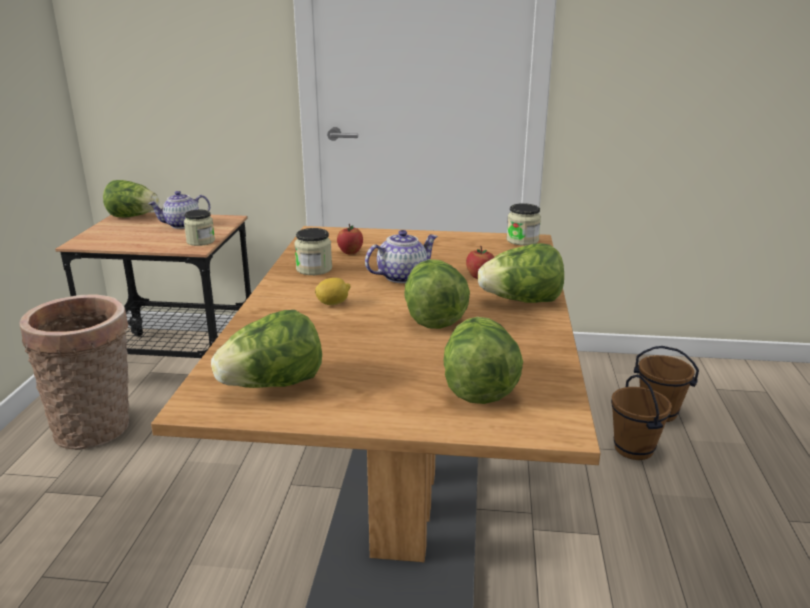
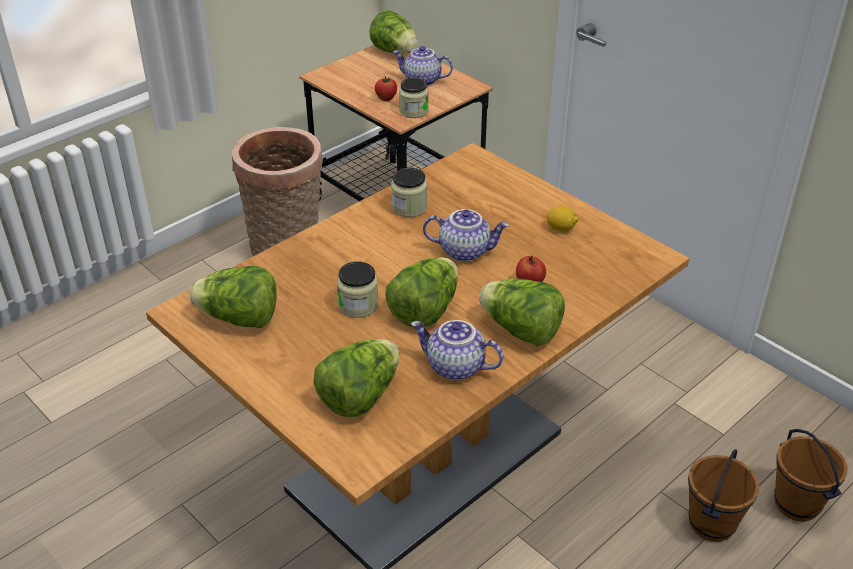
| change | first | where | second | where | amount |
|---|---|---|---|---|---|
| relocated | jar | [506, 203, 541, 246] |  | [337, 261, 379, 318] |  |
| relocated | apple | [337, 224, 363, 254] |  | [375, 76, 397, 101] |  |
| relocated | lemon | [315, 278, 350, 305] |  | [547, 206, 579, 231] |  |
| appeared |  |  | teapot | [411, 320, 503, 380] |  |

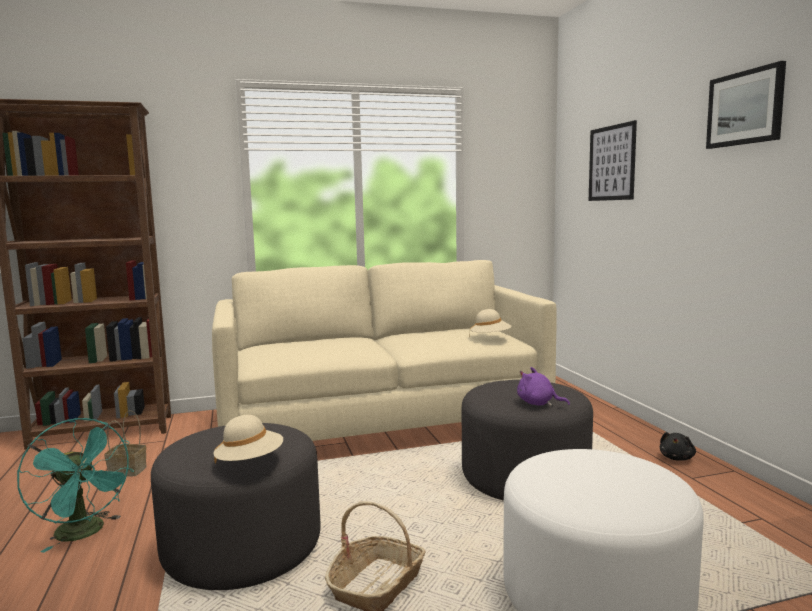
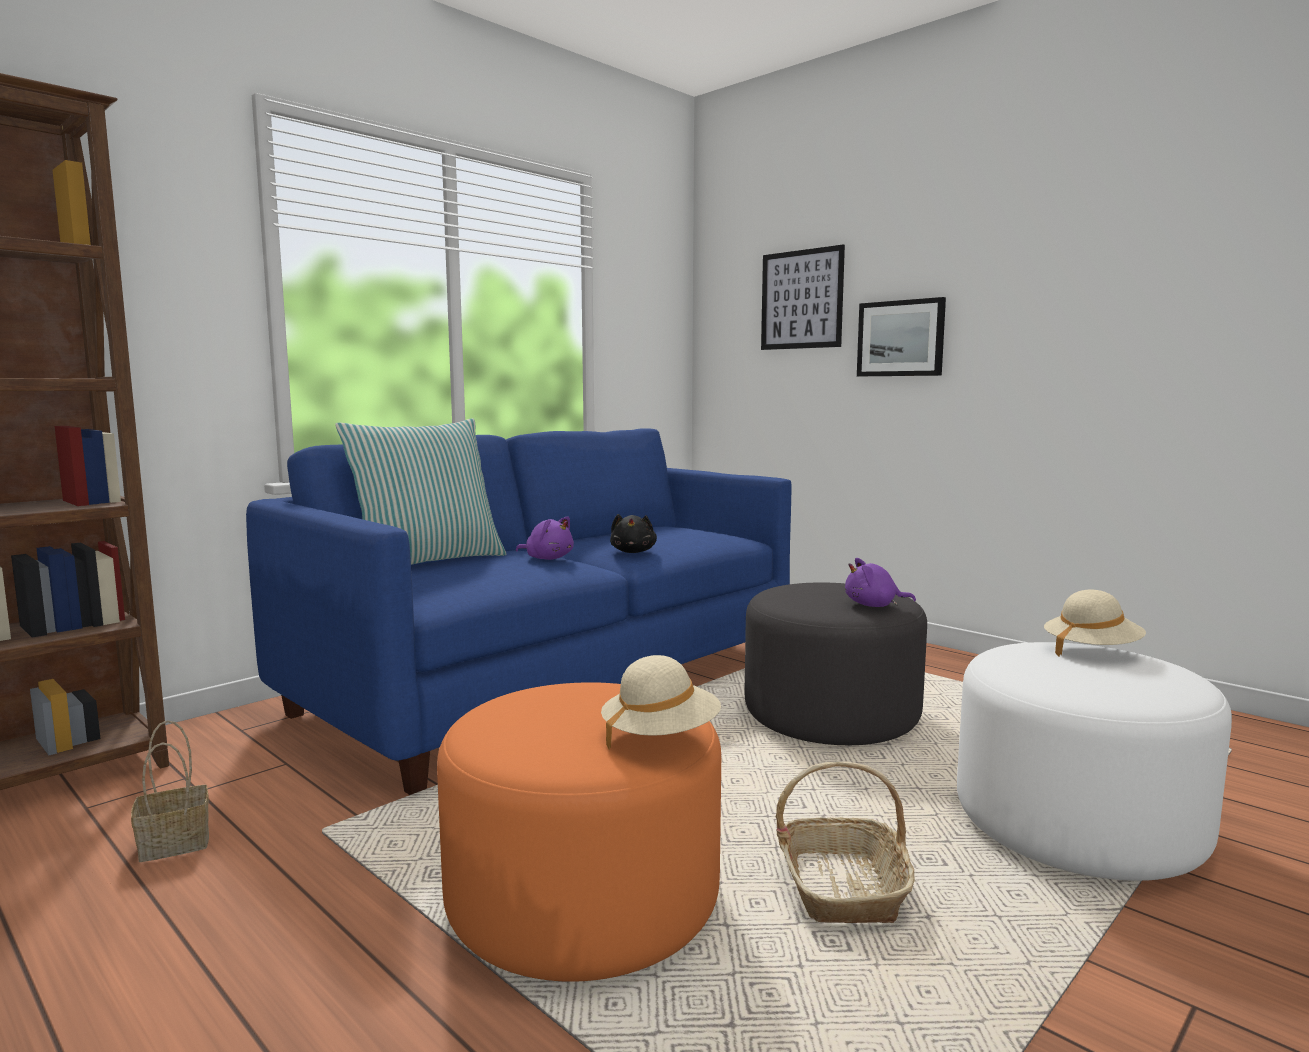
| change | first | where | second | where | amount |
|---|---|---|---|---|---|
| relocated | picture | [706, 61, 786, 149] |  | [857, 297, 946, 376] |  |
| colour | beige sofa | [212, 260, 557, 441] | blue sofa | [246, 428, 791, 795] |  |
| relocated | beige hat | [470, 309, 511, 332] |  | [1044, 590, 1146, 657] |  |
| missing | turquoise fan | [17, 418, 134, 553] |  |  |  |
| colour | grey ottoman | [151, 423, 320, 590] | orange ottoman | [437, 682, 721, 982] |  |
| relocated | black plush toy | [660, 432, 696, 461] |  | [610, 514, 657, 553] |  |
| appeared |  |  | pillow | [335, 418, 506, 565] |  |
| appeared |  |  | purple plush toy | [516, 516, 574, 560] |  |

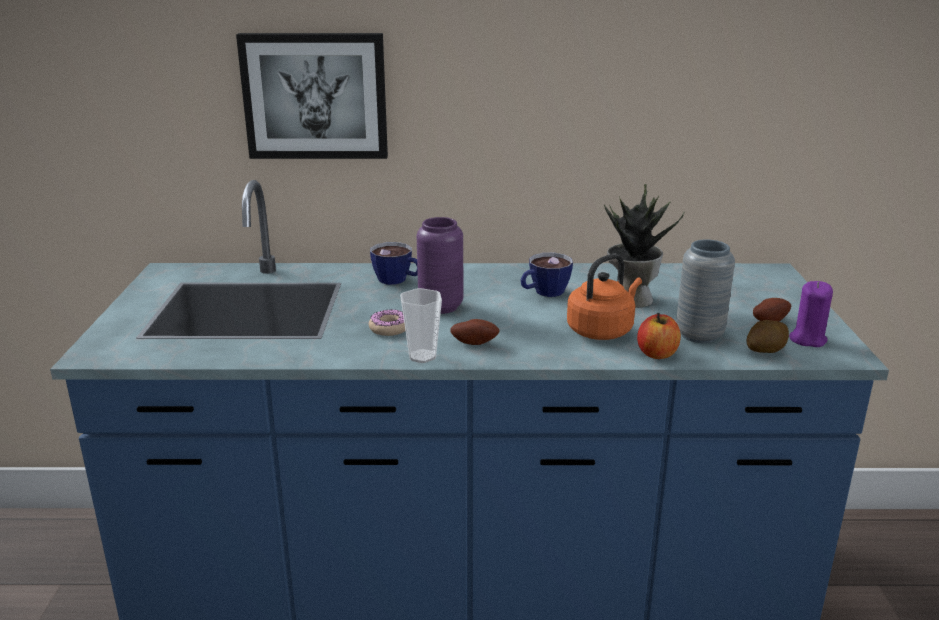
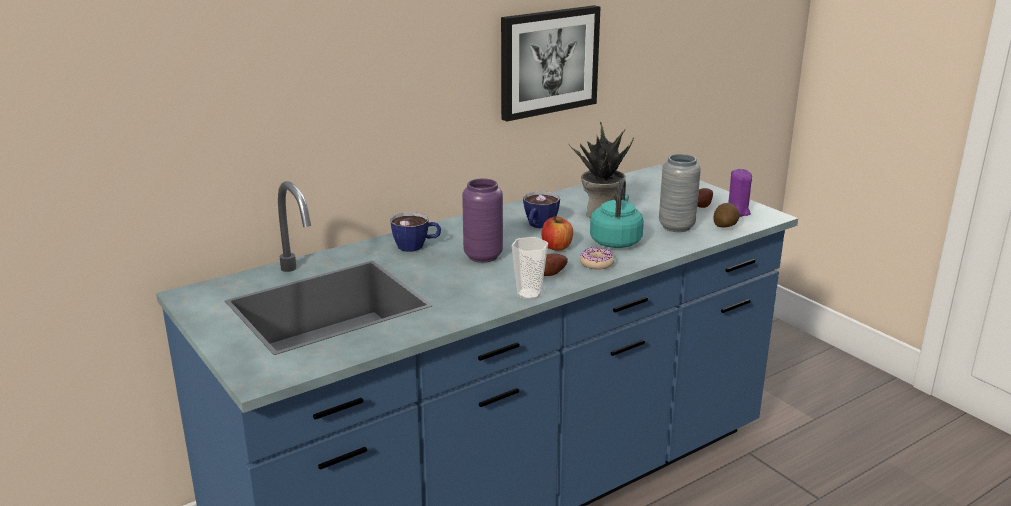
| change | first | where | second | where | amount |
|---|---|---|---|---|---|
| relocated | picture | [236, 33, 388, 159] |  | [501, 5, 601, 122] |  |
| colour | orange kettle | [567, 253, 642, 340] | turquoise kettle | [590, 178, 644, 248] |  |
| relocated | donut | [369, 309, 405, 336] |  | [580, 247, 615, 270] |  |
| relocated | apple | [637, 313, 681, 359] |  | [542, 216, 573, 251] |  |

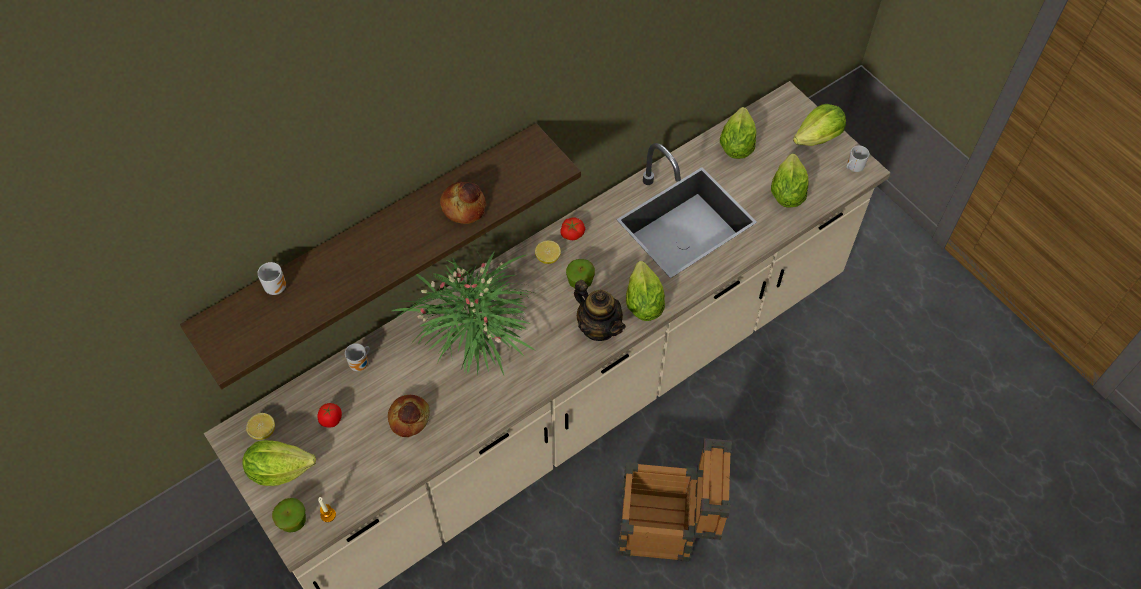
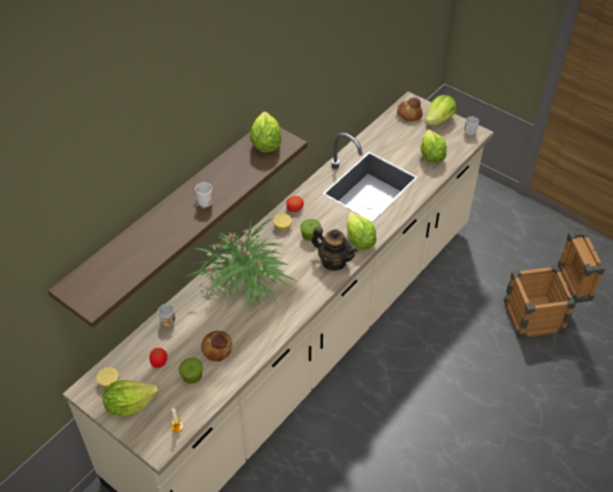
| change | first | where | second | where | amount |
|---|---|---|---|---|---|
| relocated | lettuce | [720, 107, 756, 159] |  | [250, 112, 282, 153] |  |
| relocated | bread | [440, 182, 486, 224] |  | [397, 98, 423, 121] |  |
| relocated | mug | [257, 262, 286, 295] |  | [195, 182, 213, 207] |  |
| relocated | crate | [618, 438, 732, 562] |  | [504, 230, 605, 339] |  |
| relocated | apple | [272, 498, 306, 532] |  | [179, 358, 203, 384] |  |

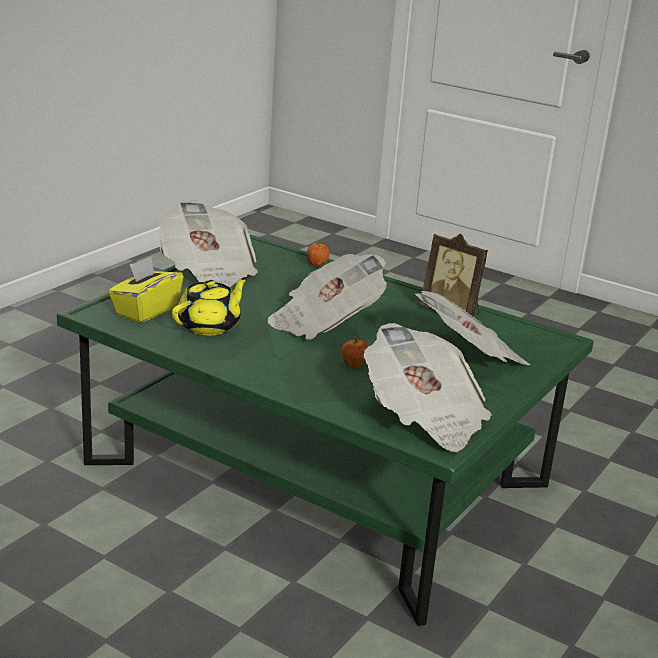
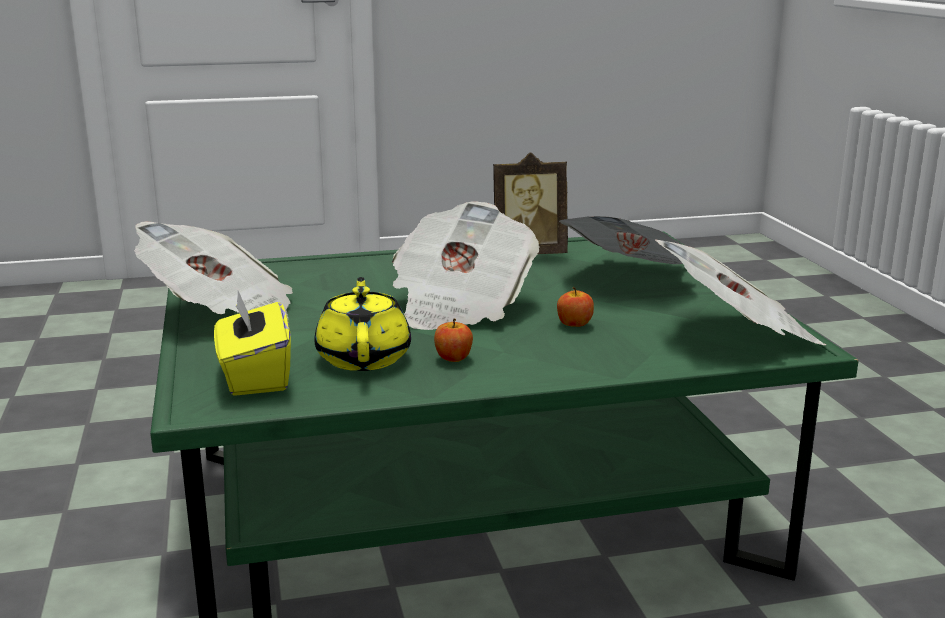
| change | first | where | second | where | amount |
|---|---|---|---|---|---|
| relocated | apple | [307, 241, 329, 266] |  | [434, 318, 473, 362] |  |

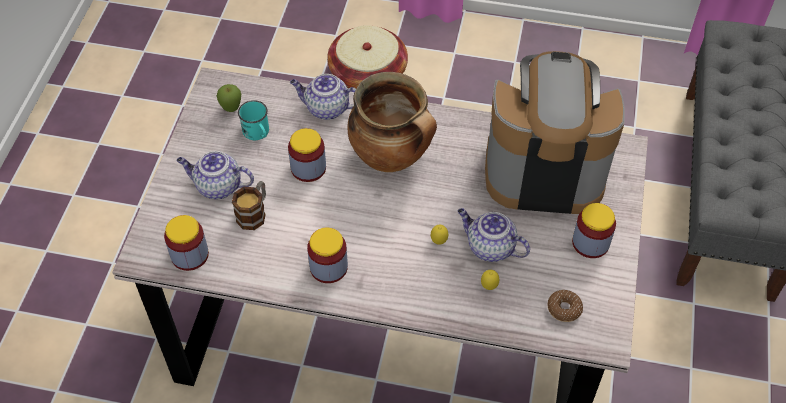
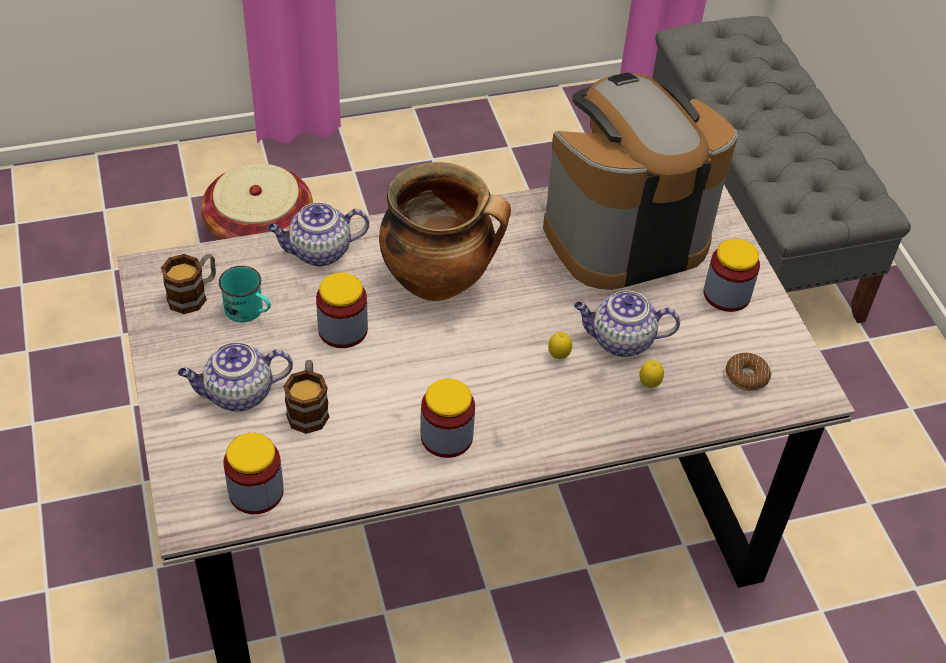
| change | first | where | second | where | amount |
|---|---|---|---|---|---|
| exchanged | apple | [217, 84, 241, 112] | mug | [161, 254, 216, 314] |  |

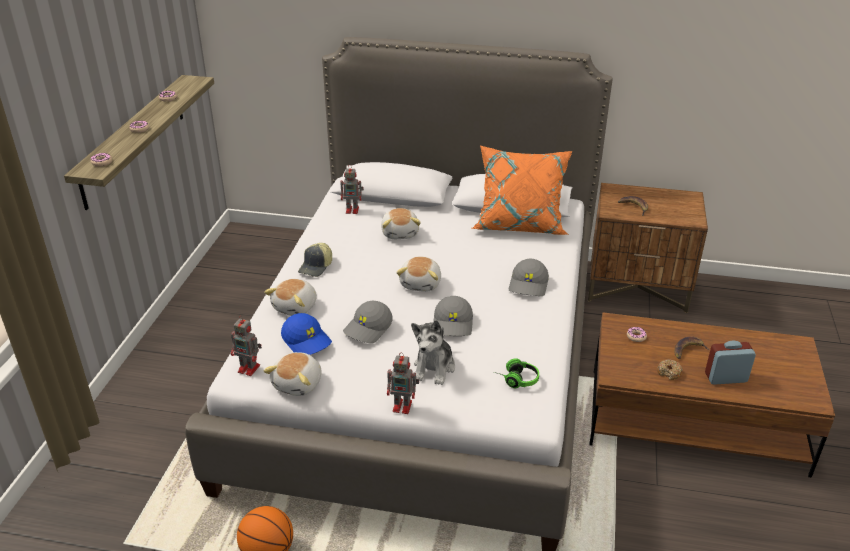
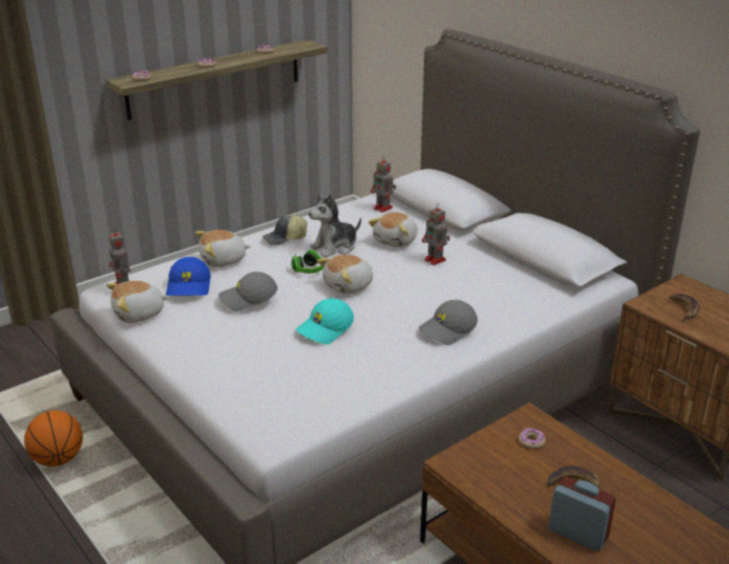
| change | first | where | second | where | amount |
|---|---|---|---|---|---|
| missing | orange pillow | [471, 145, 572, 235] |  |  |  |
| colour | grey cap | [433, 296, 473, 336] | turquoise cap | [296, 298, 354, 344] |  |
| relocated | plush toy | [411, 320, 455, 385] |  | [309, 194, 361, 258] |  |
| relocated | toy robot | [387, 352, 419, 414] |  | [422, 203, 450, 265] |  |
| relocated | headphones | [494, 358, 539, 388] |  | [289, 250, 323, 273] |  |
| missing | donut | [657, 359, 683, 380] |  |  |  |

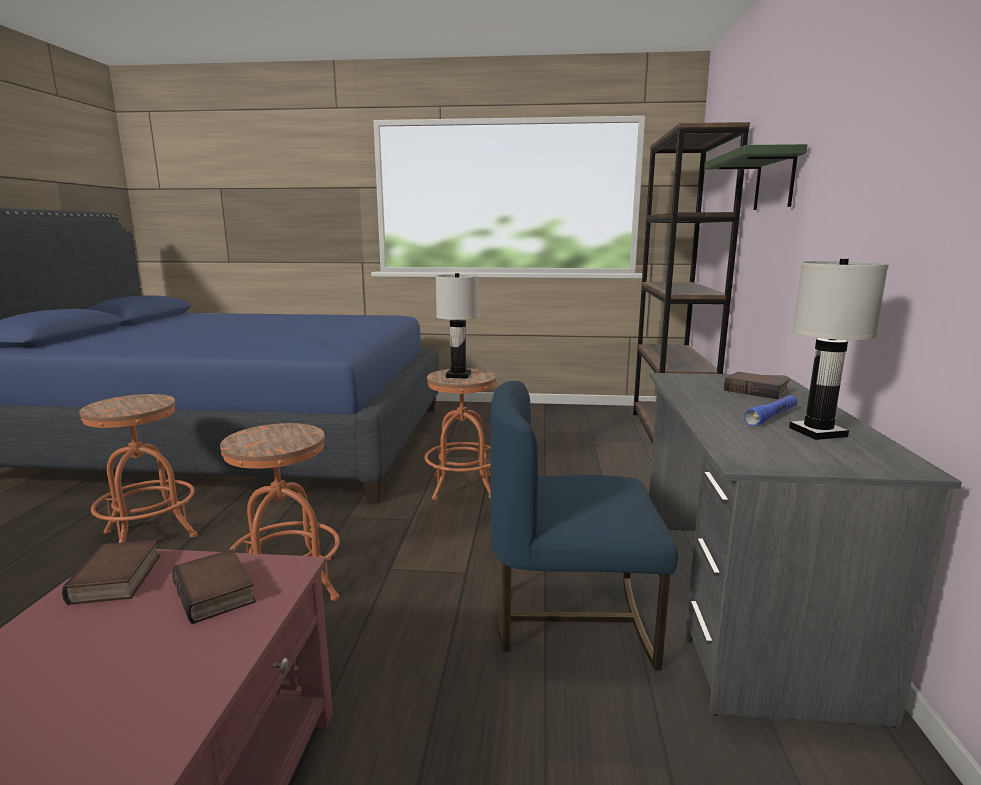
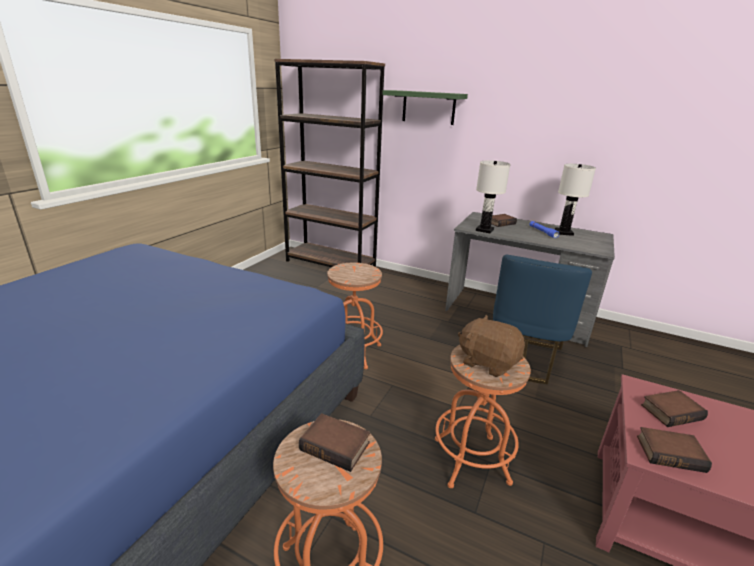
| change | first | where | second | where | amount |
|---|---|---|---|---|---|
| relocated | white table lamp | [435, 273, 479, 379] |  | [476, 160, 511, 233] |  |
| appeared |  |  | brown plush toy | [458, 315, 525, 377] |  |
| appeared |  |  | book | [299, 413, 370, 472] |  |

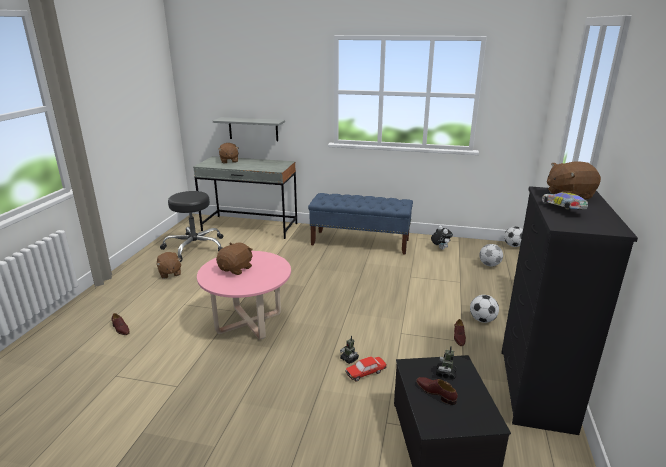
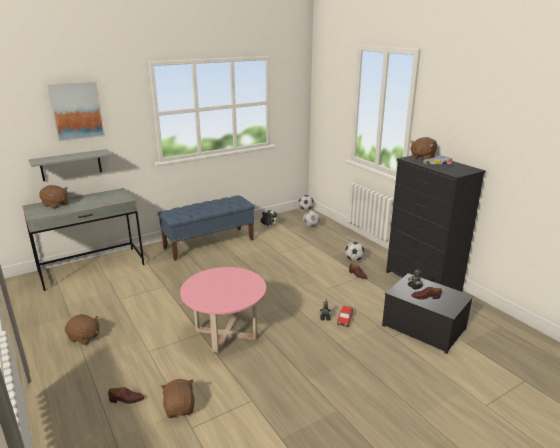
| change | first | where | second | where | amount |
|---|---|---|---|---|---|
| missing | black stool | [160, 191, 223, 262] |  |  |  |
| relocated | brown plush toy | [216, 242, 253, 275] |  | [160, 379, 195, 418] |  |
| appeared |  |  | picture | [47, 81, 105, 142] |  |

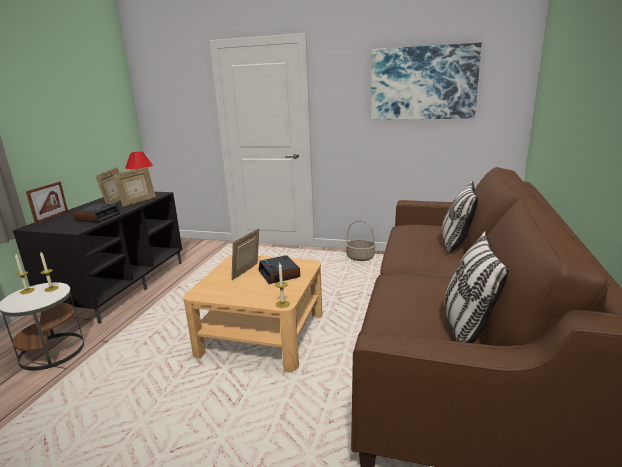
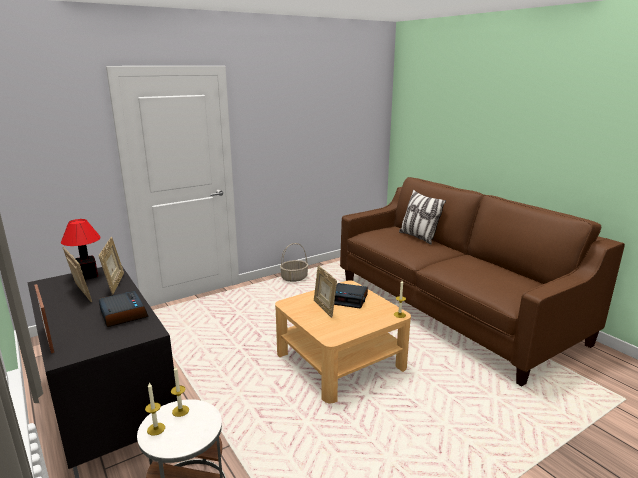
| change | first | where | second | where | amount |
|---|---|---|---|---|---|
| missing | picture | [371, 43, 482, 120] |  |  |  |
| missing | pillow | [445, 231, 509, 343] |  |  |  |

